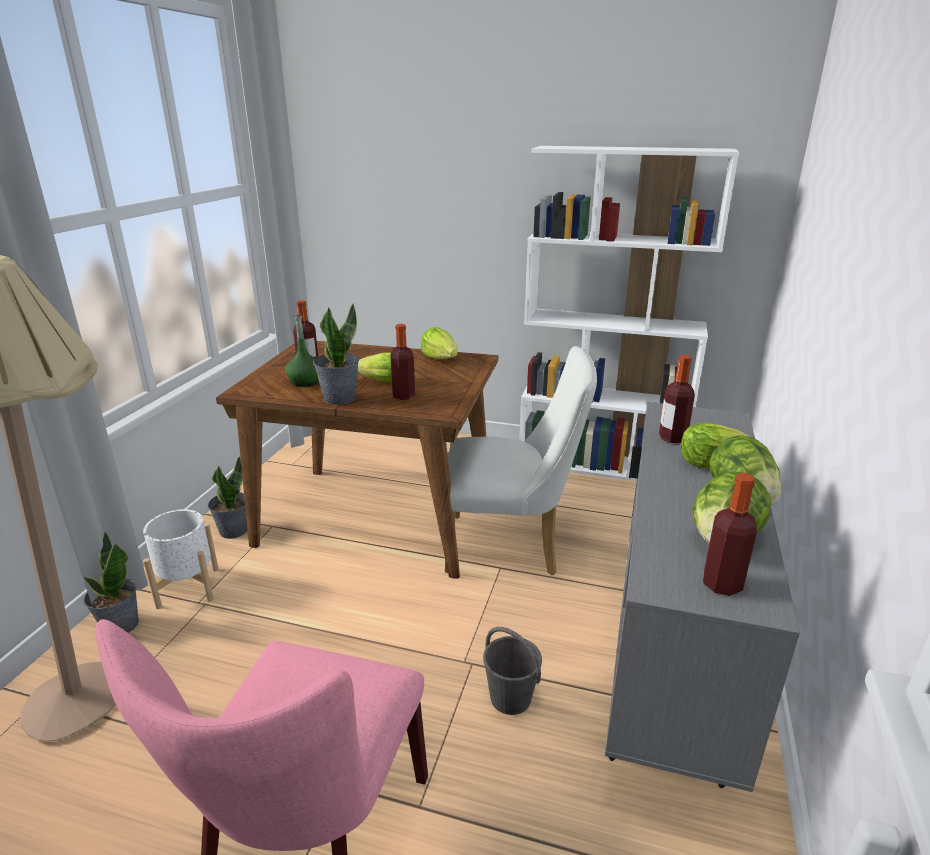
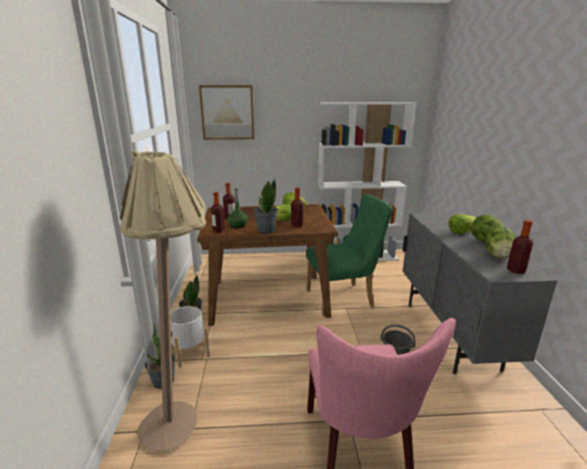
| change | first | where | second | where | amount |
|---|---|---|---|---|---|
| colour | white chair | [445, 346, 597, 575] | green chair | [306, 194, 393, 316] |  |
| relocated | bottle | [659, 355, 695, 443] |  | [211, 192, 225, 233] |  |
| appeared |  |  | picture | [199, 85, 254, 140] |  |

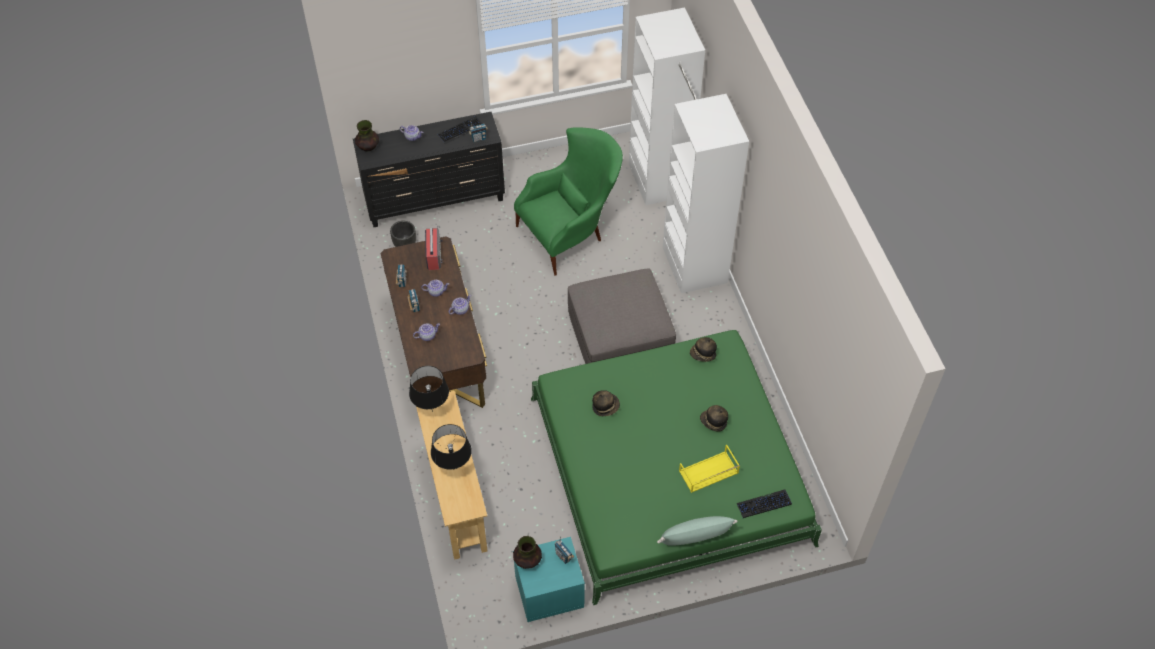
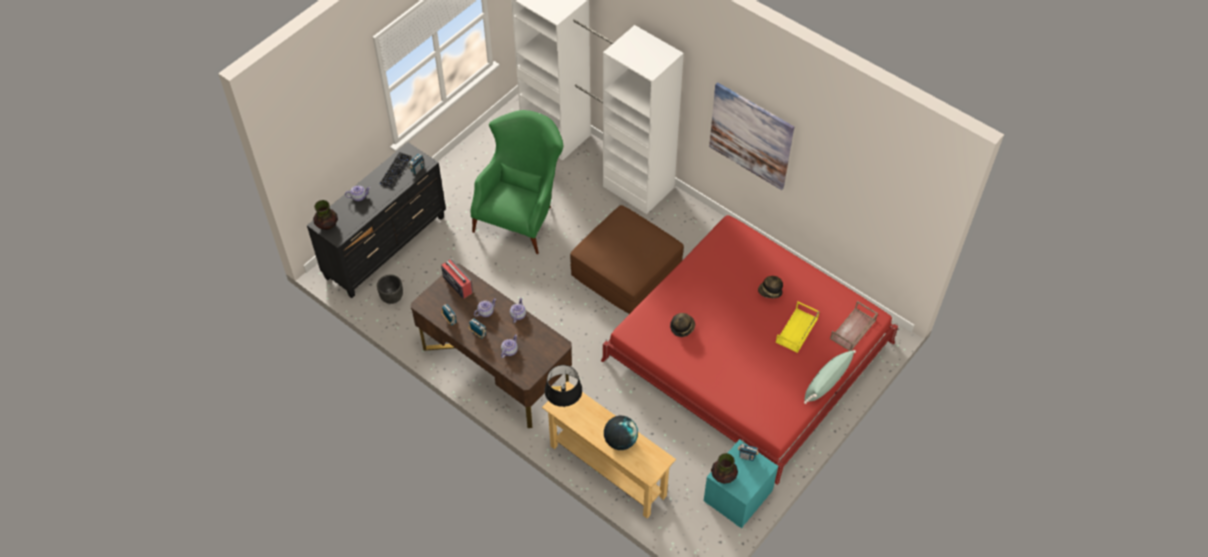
| change | first | where | second | where | amount |
|---|---|---|---|---|---|
| colour | grey ottoman | [568, 269, 676, 364] | brown ottoman | [570, 205, 684, 314] |  |
| colour | green bed | [531, 330, 822, 605] | red bed | [601, 215, 898, 485] |  |
| missing | hat | [690, 337, 717, 362] |  |  |  |
| exchanged | black table lamp | [431, 424, 472, 469] | globe | [604, 416, 638, 450] |  |
| exchanged | keyboard | [736, 490, 792, 518] | brown tray | [830, 301, 878, 351] |  |
| appeared |  |  | picture | [709, 82, 794, 190] |  |

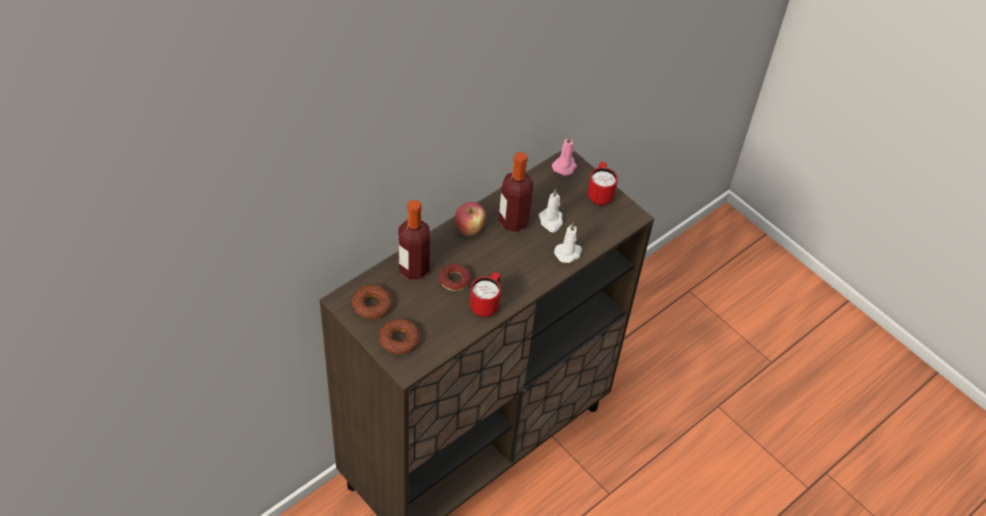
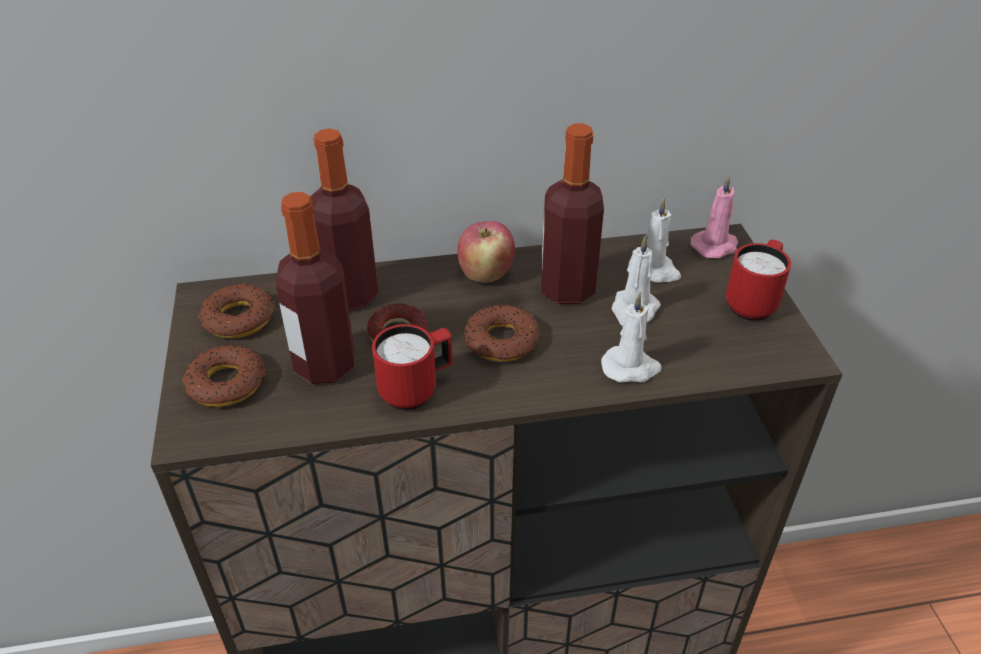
| change | first | where | second | where | amount |
|---|---|---|---|---|---|
| appeared |  |  | bottle | [276, 192, 354, 384] |  |
| appeared |  |  | white candle | [628, 197, 681, 283] |  |
| appeared |  |  | donut | [464, 304, 540, 362] |  |

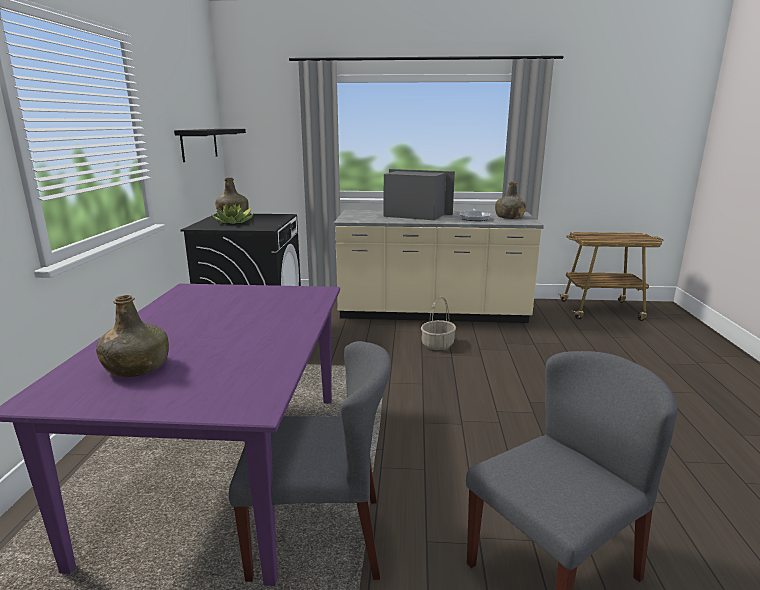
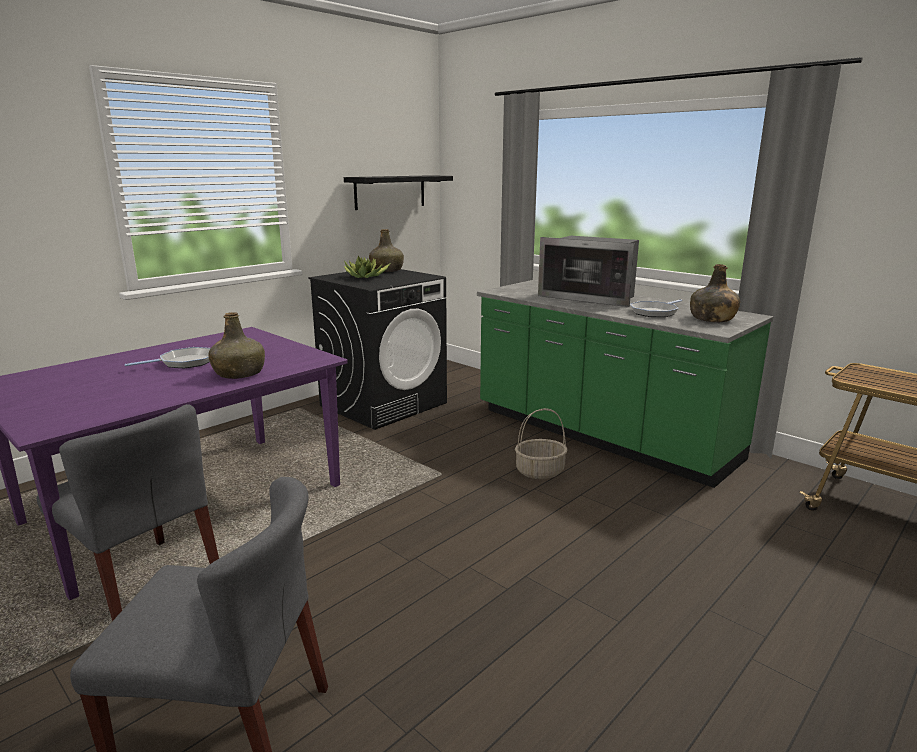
| change | first | where | second | where | amount |
|---|---|---|---|---|---|
| spun | microwave | [384, 169, 455, 220] |  | [538, 236, 639, 307] | 150 degrees clockwise |
| colour | beige counter | [334, 210, 544, 323] | green counter | [477, 280, 774, 488] |  |
| relocated | green bottle | [96, 295, 169, 377] |  | [208, 312, 265, 379] |  |
| appeared |  |  | frying pan | [125, 347, 211, 368] |  |

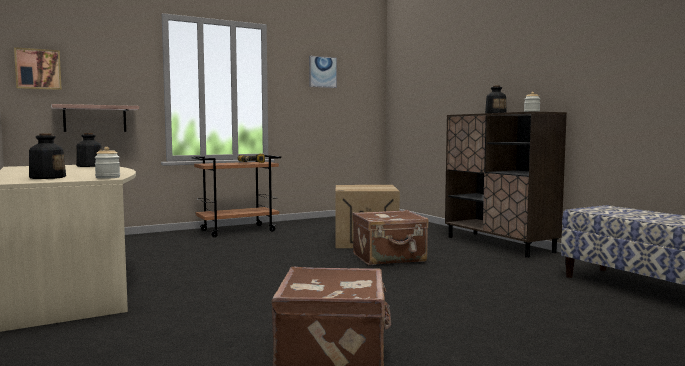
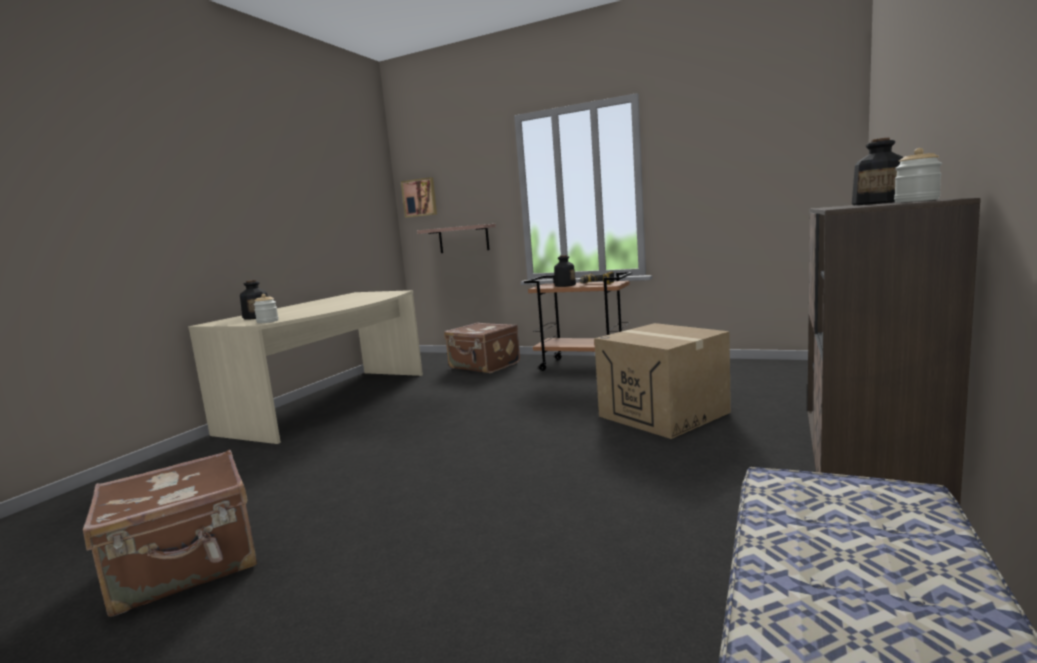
| change | first | where | second | where | amount |
|---|---|---|---|---|---|
| missing | picture | [309, 56, 337, 88] |  |  |  |
| relocated | bottle | [76, 133, 102, 167] |  | [554, 255, 576, 287] |  |
| relocated | brown suitcase | [352, 210, 429, 265] |  | [444, 322, 520, 373] |  |

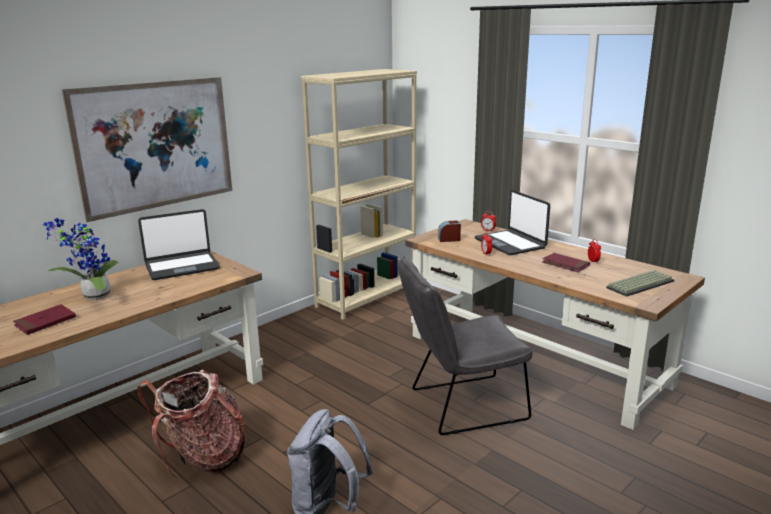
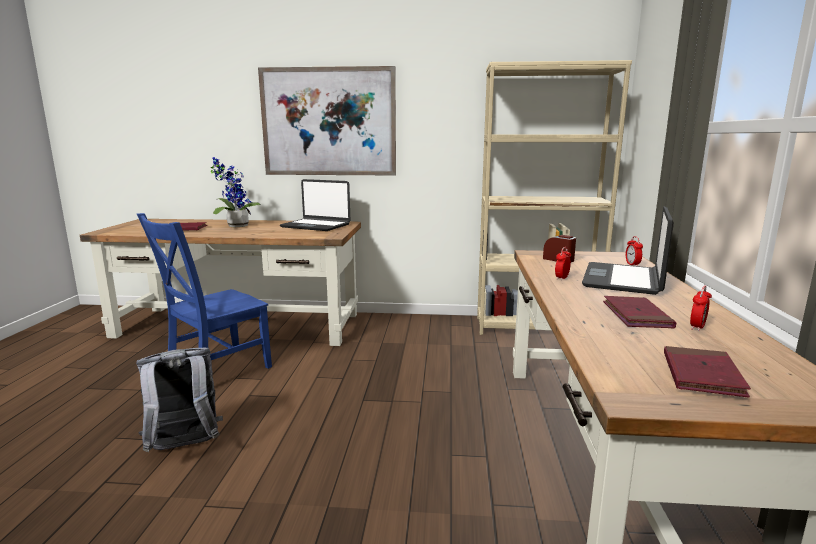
| change | first | where | second | where | amount |
|---|---|---|---|---|---|
| missing | grey chair | [398, 257, 534, 435] |  |  |  |
| exchanged | keyboard | [606, 270, 674, 297] | red book | [664, 346, 751, 398] |  |
| exchanged | backpack | [137, 370, 245, 479] | blue chair | [137, 213, 272, 369] |  |

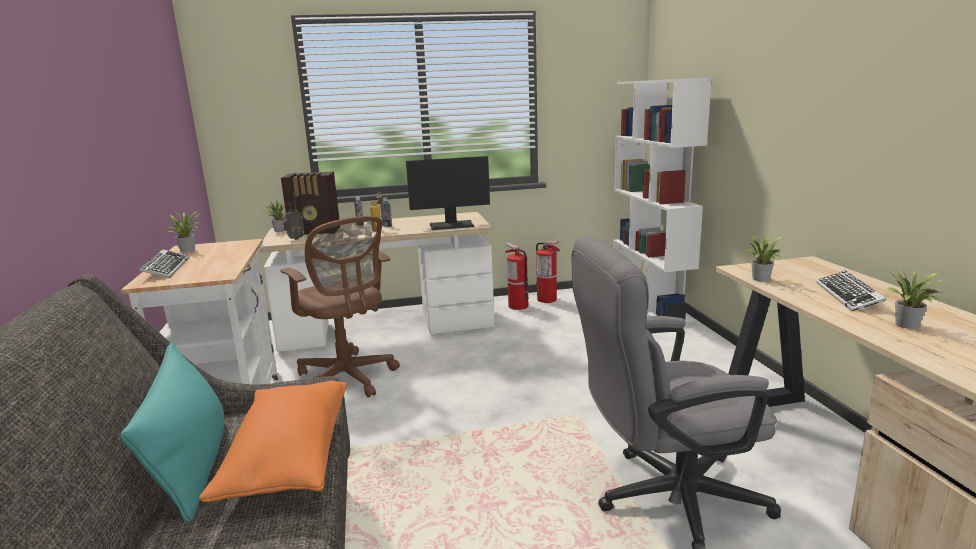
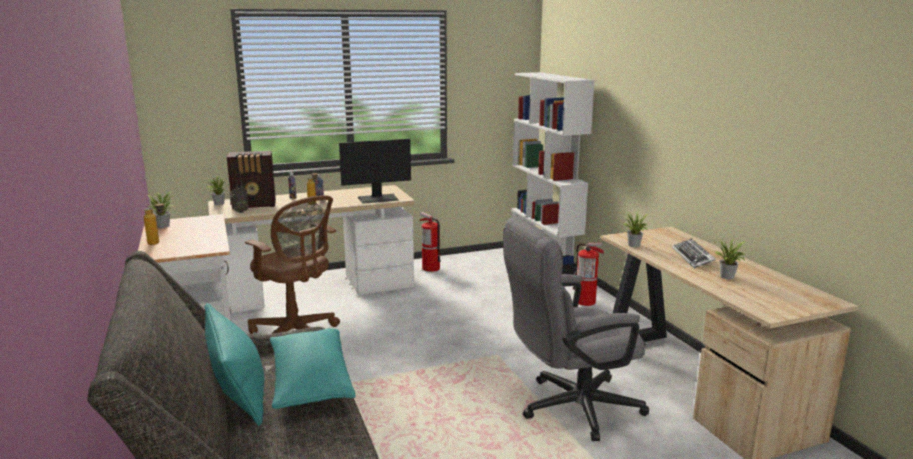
| change | first | where | second | where | amount |
|---|---|---|---|---|---|
| relocated | fire extinguisher | [535, 241, 560, 303] |  | [573, 243, 604, 306] |  |
| exchanged | keyboard | [139, 249, 189, 278] | bottle | [144, 200, 164, 245] |  |
| colour | orange pillow | [199, 381, 347, 502] | turquoise pillow | [270, 328, 356, 409] |  |

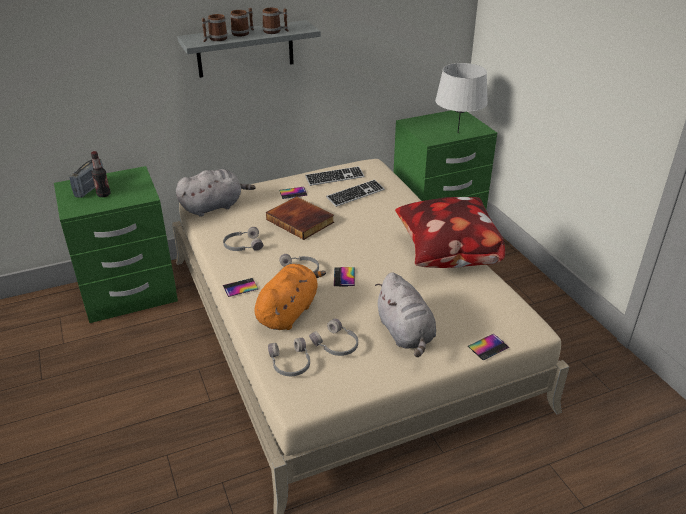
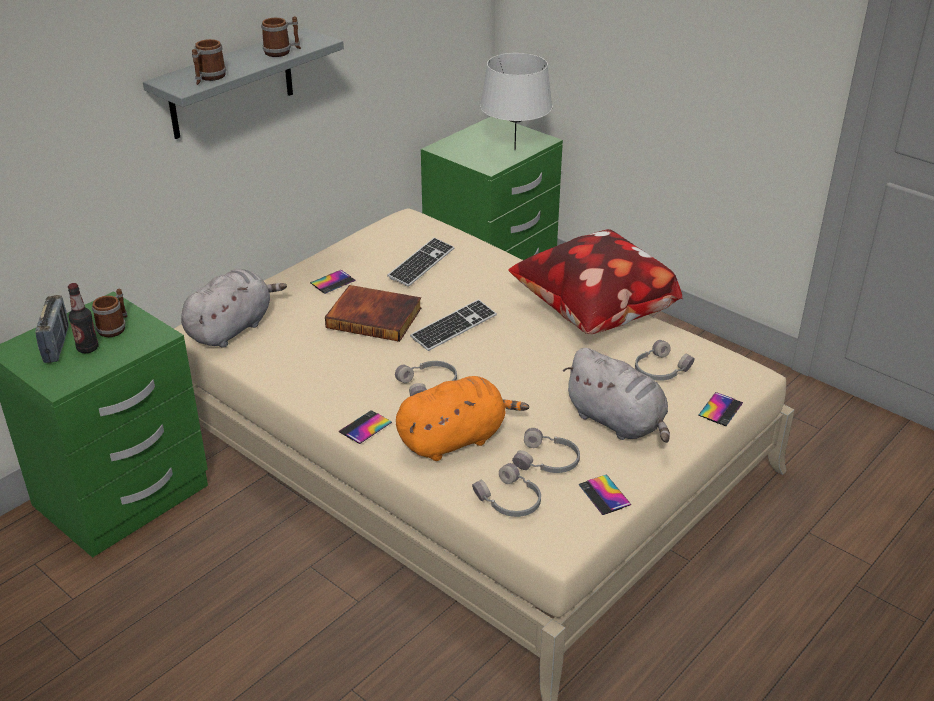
| change | first | where | second | where | amount |
|---|---|---|---|---|---|
| relocated | mug | [230, 8, 254, 37] |  | [92, 289, 127, 337] |  |
| relocated | keyboard | [305, 166, 364, 186] |  | [410, 299, 497, 351] |  |
| relocated | grey headphones | [223, 227, 263, 251] |  | [635, 340, 695, 381] |  |
| spun | orange plush toy | [254, 264, 326, 330] |  | [396, 376, 529, 461] | 60 degrees clockwise |
| relocated | phone | [334, 267, 355, 286] |  | [578, 474, 632, 515] |  |

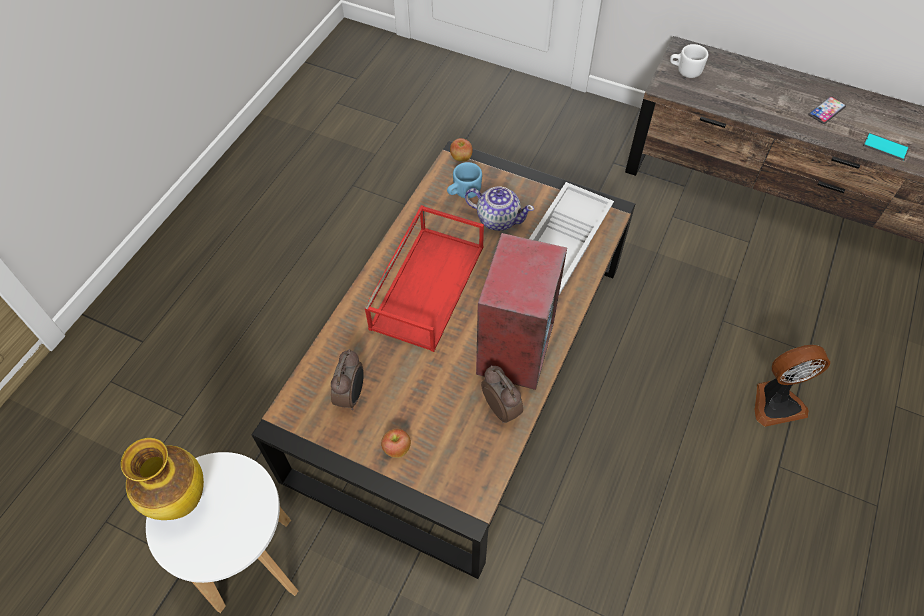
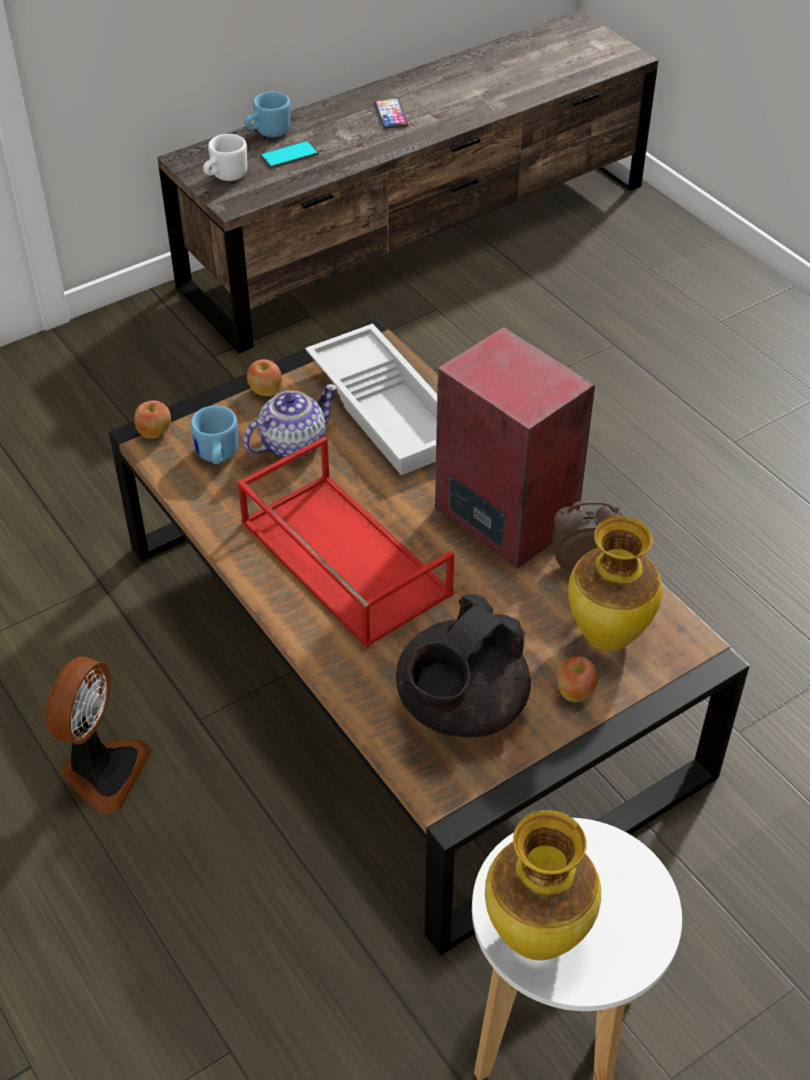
| change | first | where | second | where | amount |
|---|---|---|---|---|---|
| relocated | phone | [863, 133, 909, 161] |  | [261, 140, 319, 169] |  |
| relocated | fan | [755, 345, 830, 427] |  | [45, 657, 152, 814] |  |
| exchanged | alarm clock | [331, 349, 364, 410] | black teapot | [396, 594, 531, 737] |  |
| appeared |  |  | blue mug | [245, 92, 290, 137] |  |
| appeared |  |  | apple | [247, 359, 282, 396] |  |
| appeared |  |  | vase | [568, 516, 662, 651] |  |

